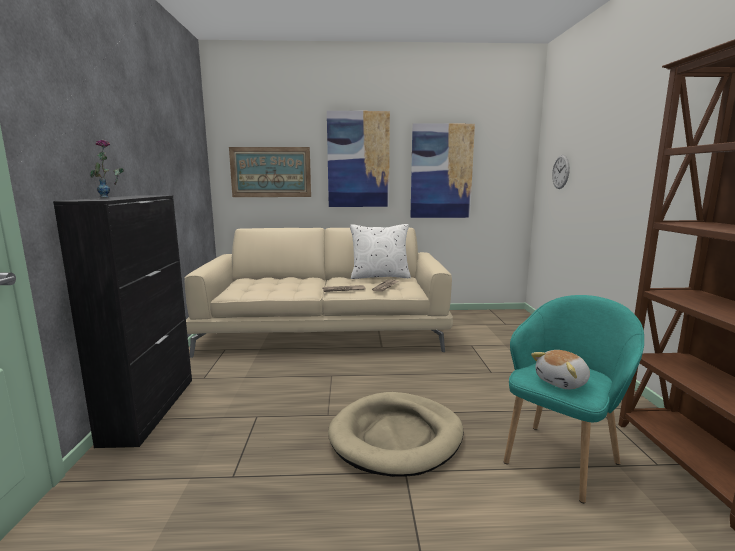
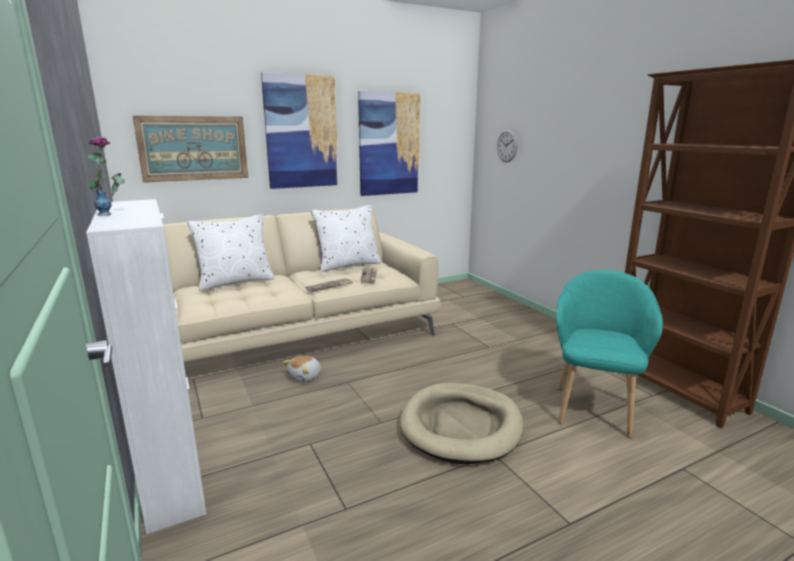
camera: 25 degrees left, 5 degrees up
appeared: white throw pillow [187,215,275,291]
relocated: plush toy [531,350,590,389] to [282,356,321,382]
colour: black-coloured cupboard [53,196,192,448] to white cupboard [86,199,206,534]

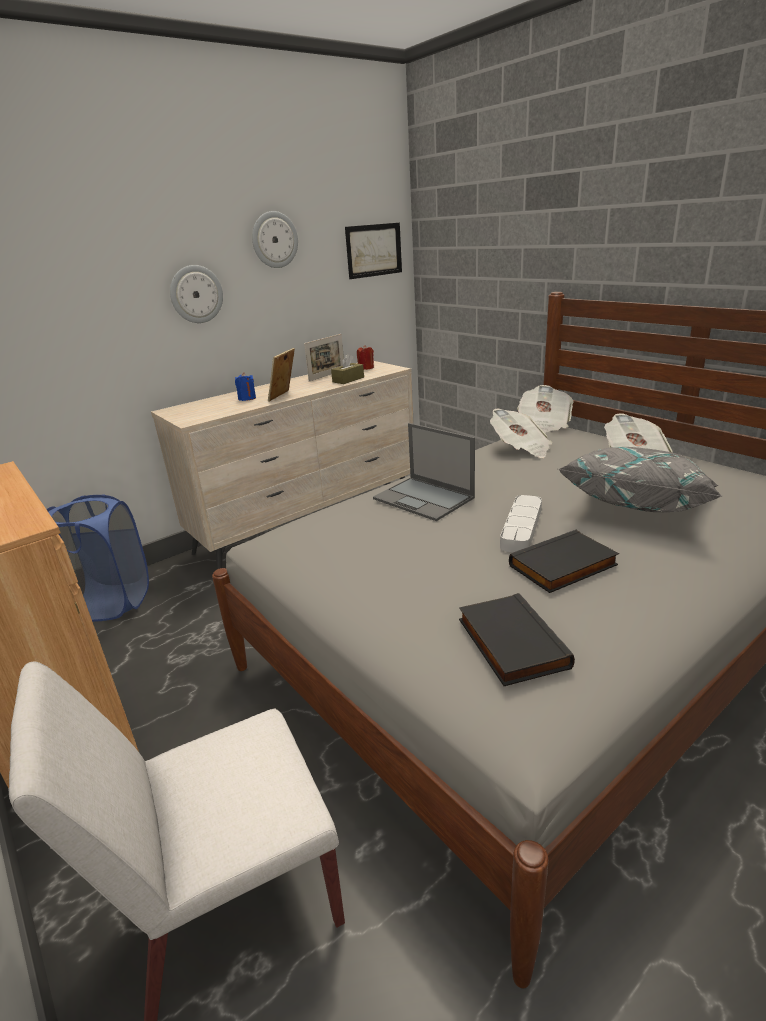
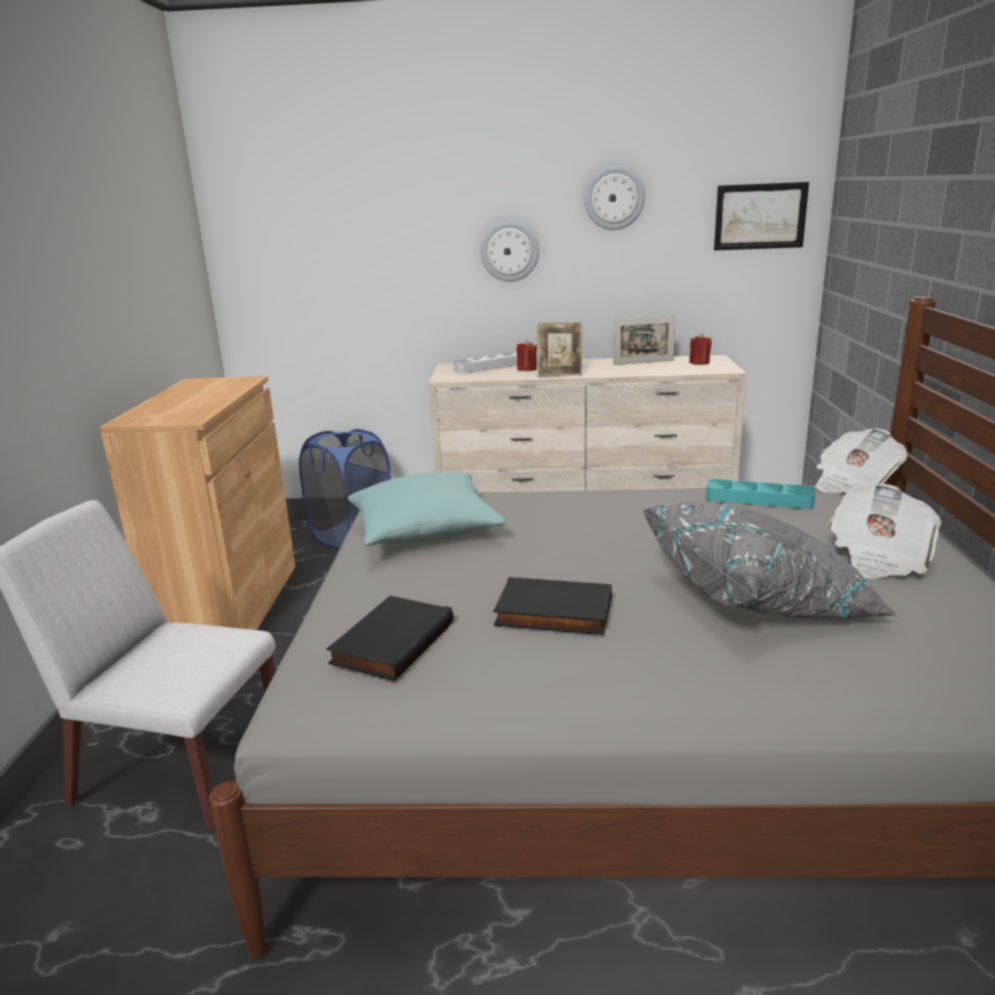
camera: 40 degrees right, 5 degrees down
missing: brown-coloured tissue box [331,354,364,384]; portable computer [373,423,475,521]
appeared: turquoise throw pillow [348,472,506,546]
relocated: gray tray [500,495,542,552] to [453,352,517,374]
exchanged: daily paper [490,408,552,458] to turquoise tray [706,479,816,509]
colour: blue wax candle [235,372,256,401] to reddish wax candle [517,340,537,371]
spun: standing frame [268,348,295,402] = [537,322,583,377] 150 degrees counterclockwise

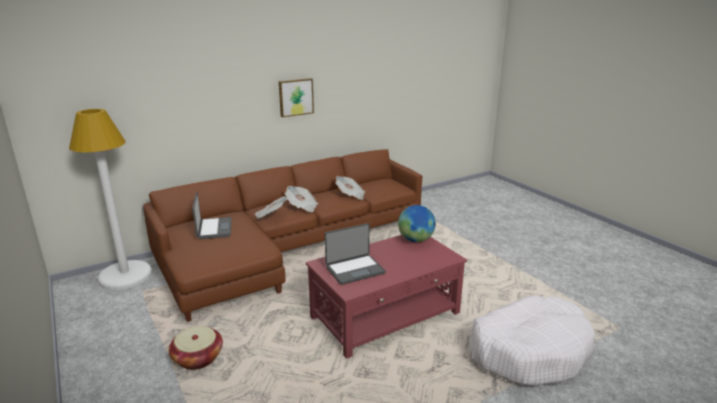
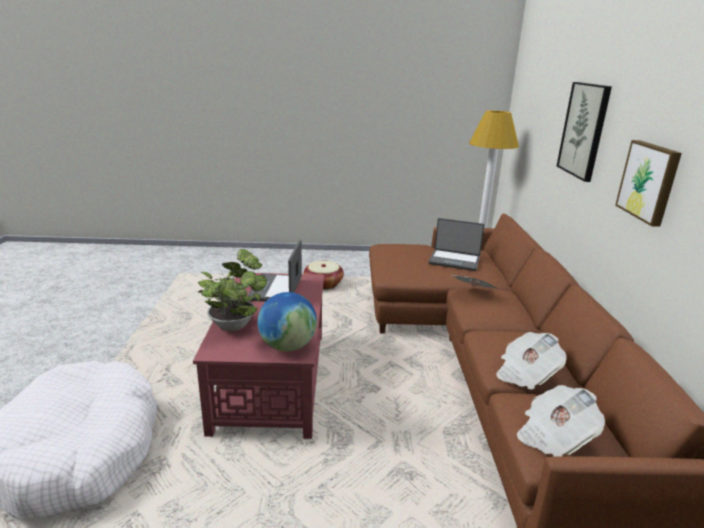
camera: 120 degrees right, 0 degrees up
appeared: picture [557,82,612,182]; plant in a pot [198,249,267,331]
relocated: daily paper [285,186,318,212] to [517,385,605,457]

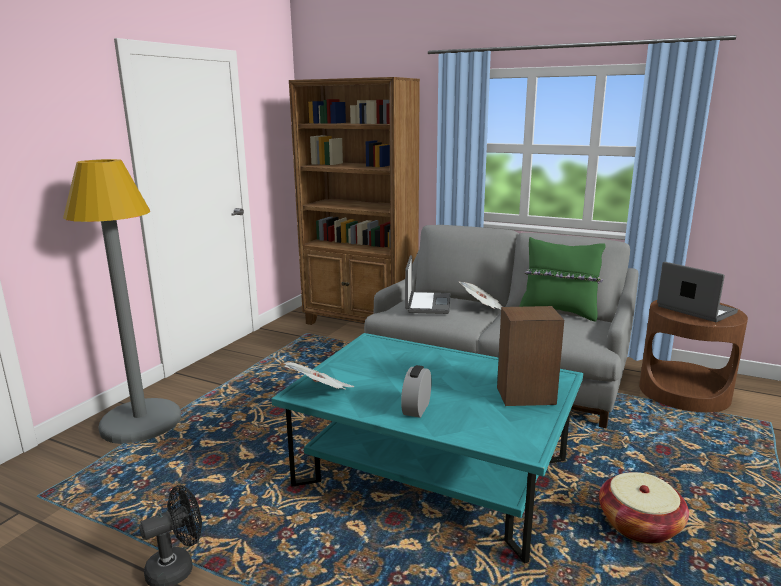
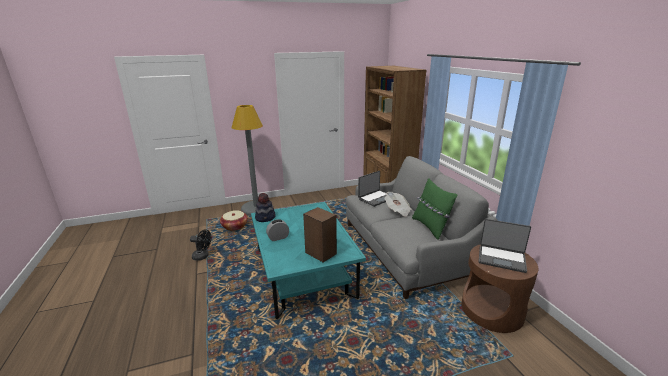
camera: 45 degrees right, 5 degrees up
relocated: household basket [599,472,689,544] to [220,210,248,231]
exchanged: daily paper [283,362,355,389] to hat [255,193,276,222]
spun: portable computer [657,262,738,322] = [479,219,531,273] 105 degrees clockwise

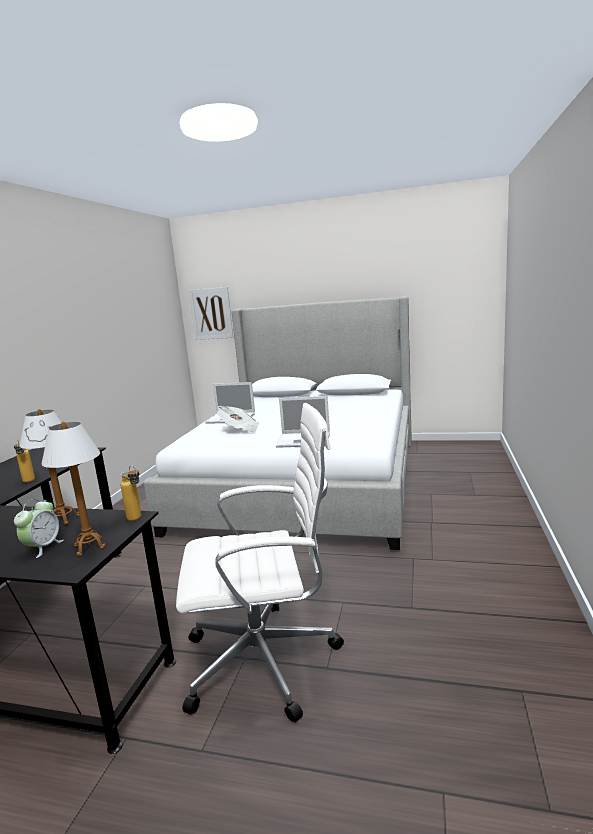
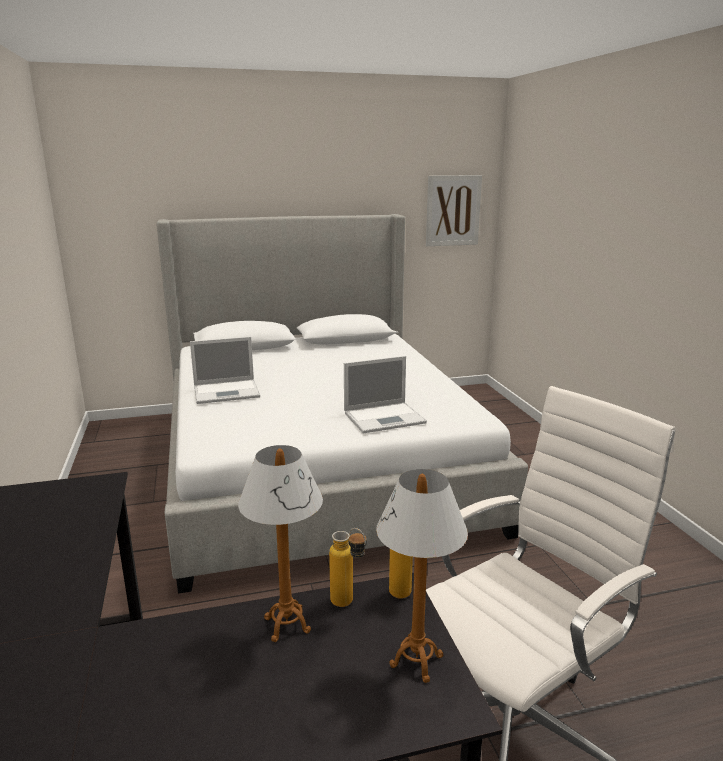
camera: 30 degrees left, 5 degrees up
missing: daily paper [217,406,259,432]; alarm clock [14,499,64,558]
relocated: picture [189,287,234,340] to [426,175,482,246]; drink bottle [14,439,35,482] to [329,528,366,607]

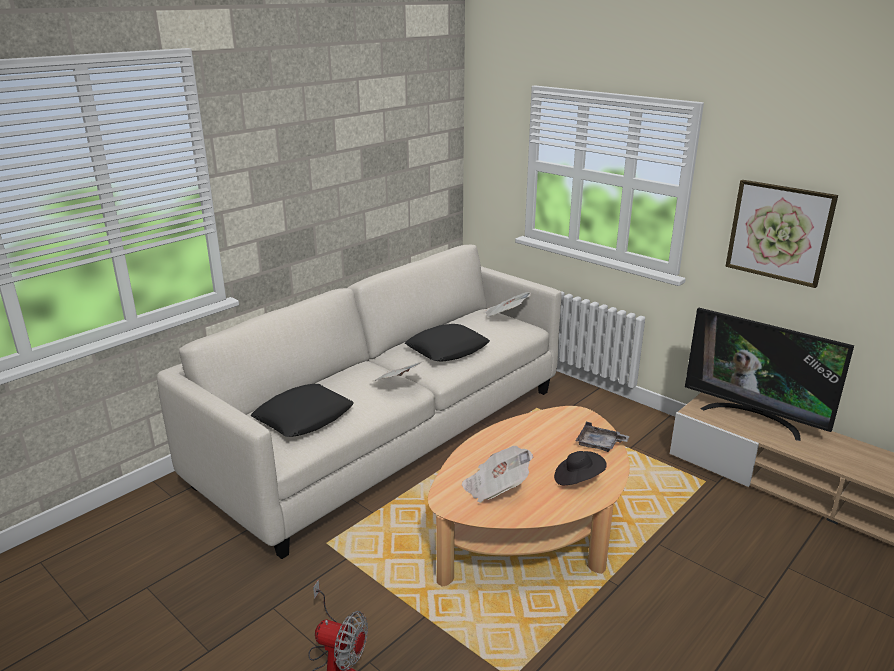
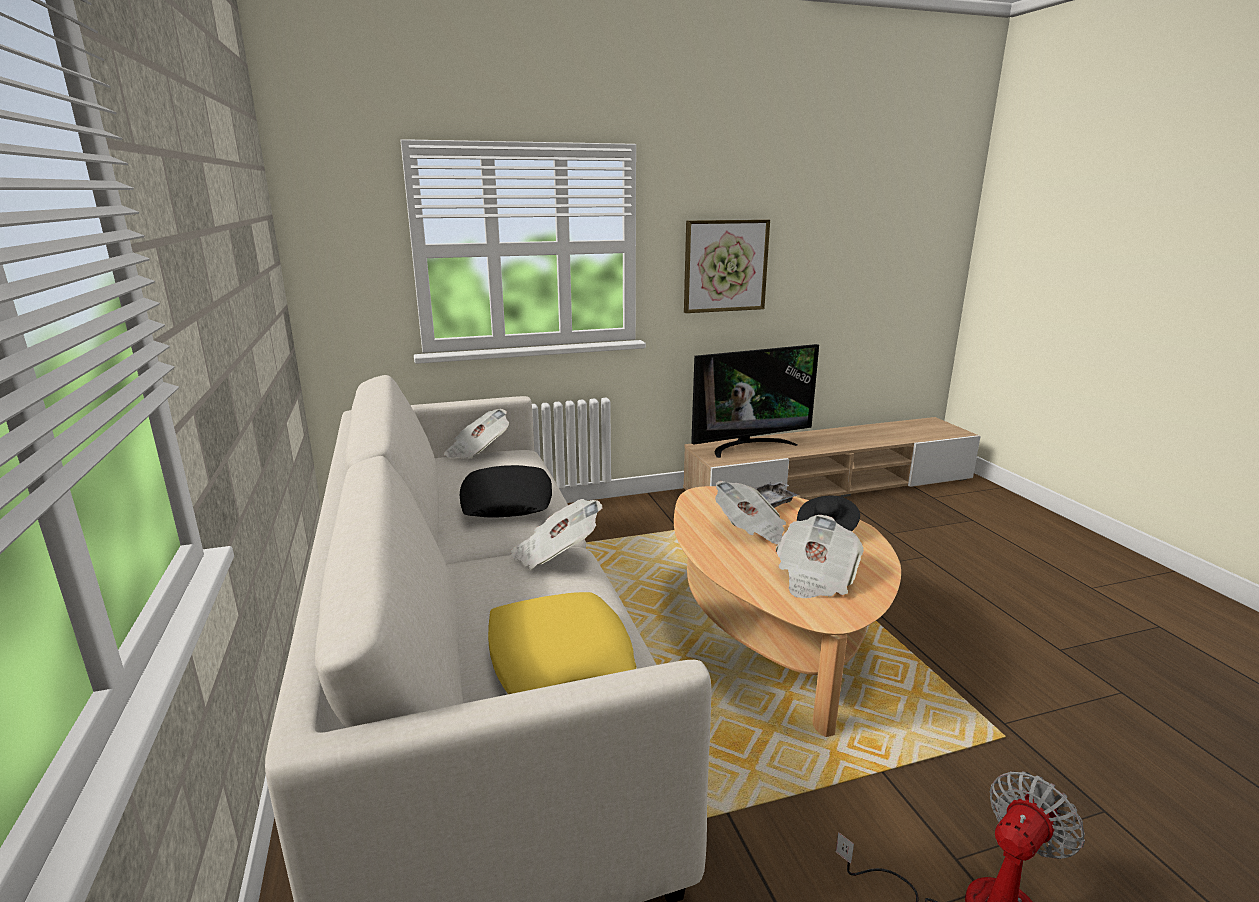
camera: 60 degrees left, 5 degrees down
appeared: daily paper [715,481,786,545]
colour: black-coloured throw pillow [251,384,354,437] to yellow-coloured throw pillow [488,592,637,694]

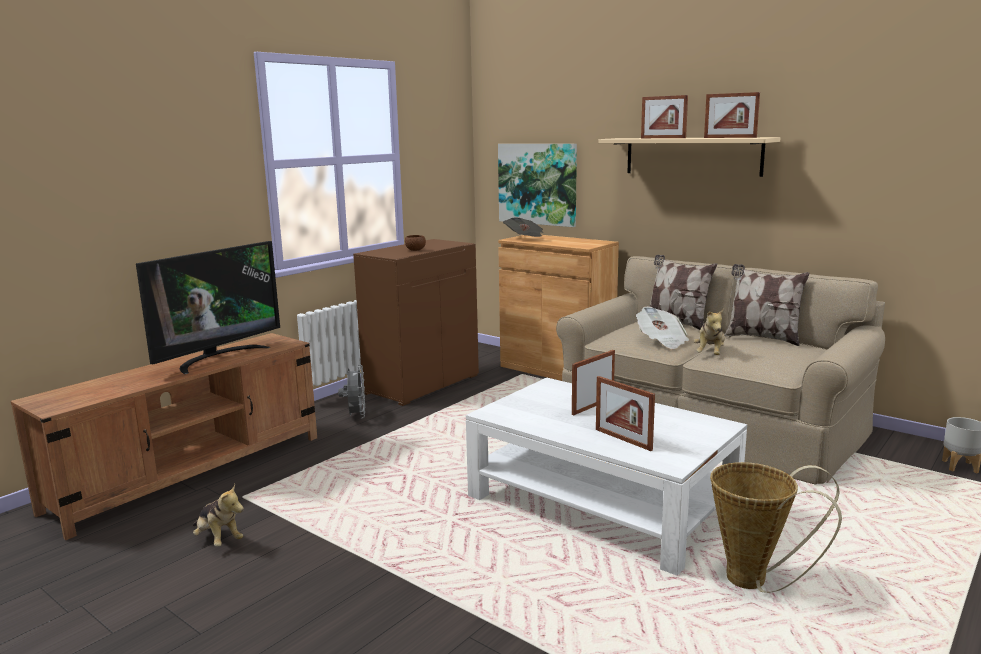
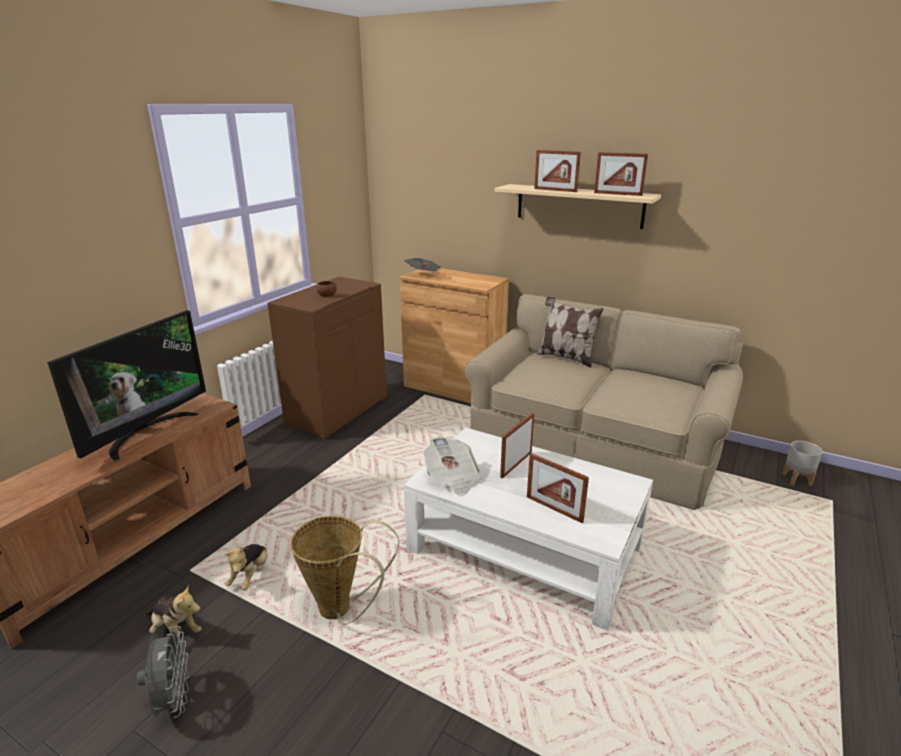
camera: 10 degrees left, 10 degrees up
missing: picture [498,144,577,227]; throw pillow [724,264,809,346]
relocated: daily paper [636,307,689,349] to [423,436,482,496]; plush toy [694,309,725,355] to [225,544,268,590]; gray fan [338,365,365,418] to [137,626,189,718]; household basket [710,462,842,593] to [290,516,399,625]

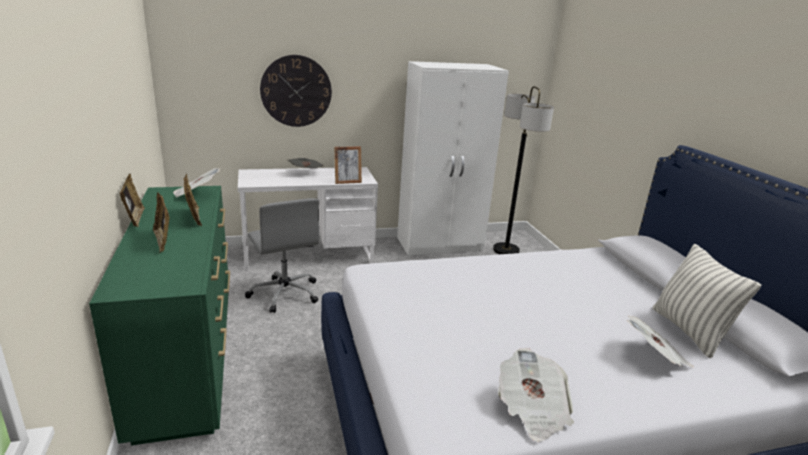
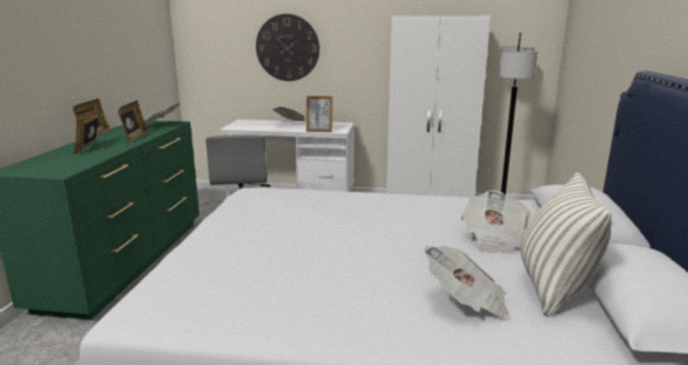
camera: 25 degrees right, 5 degrees down
relocated: daily paper [498,348,574,442] to [461,190,531,253]

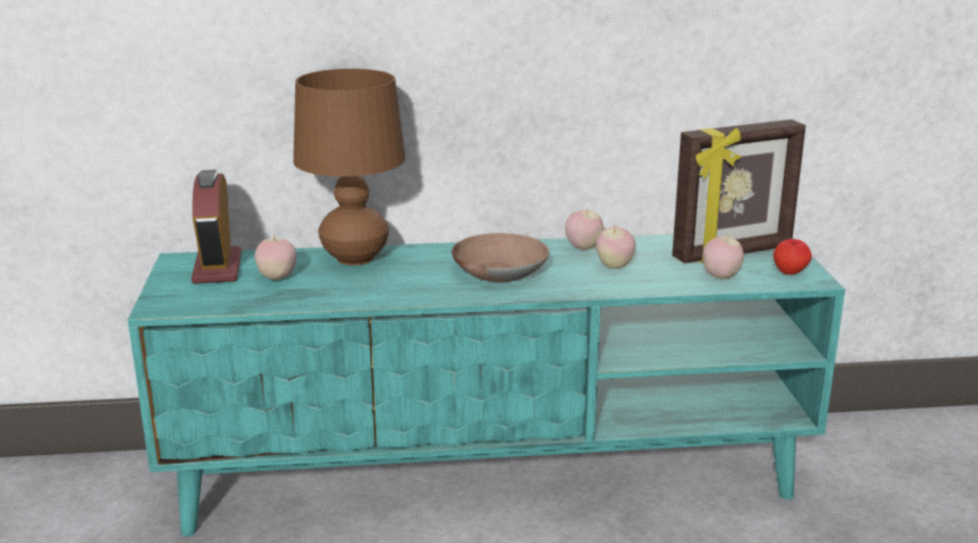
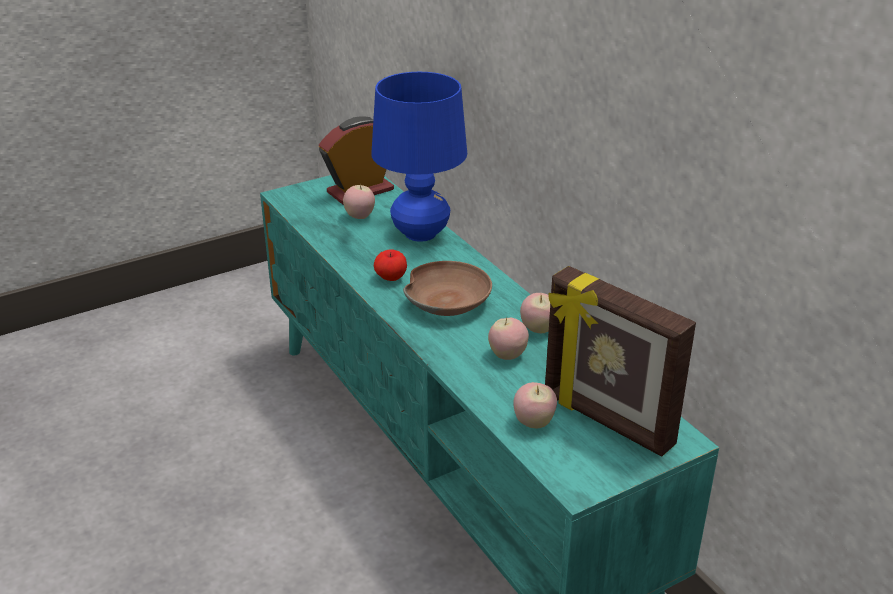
camera: 65 degrees right, 10 degrees up
relocated: apple [773,239,812,275] to [374,249,407,281]
colour: brown-coloured table lamp [293,69,406,265] to blue table lamp [371,72,467,242]

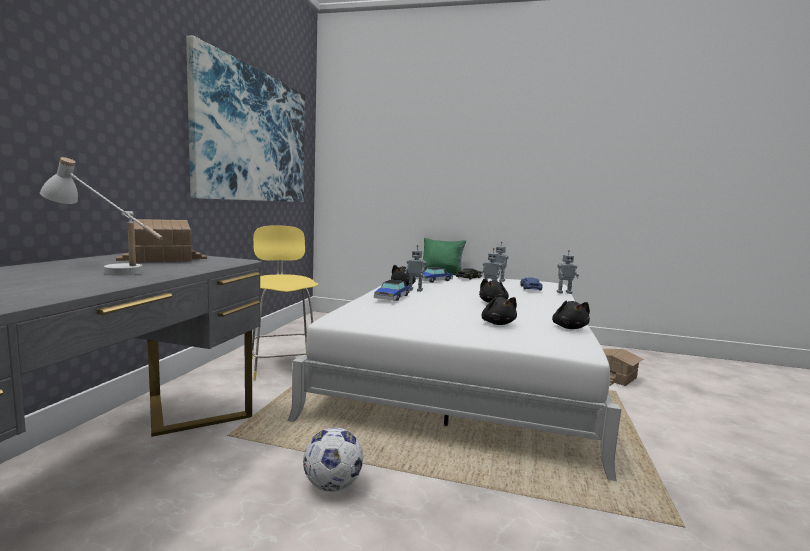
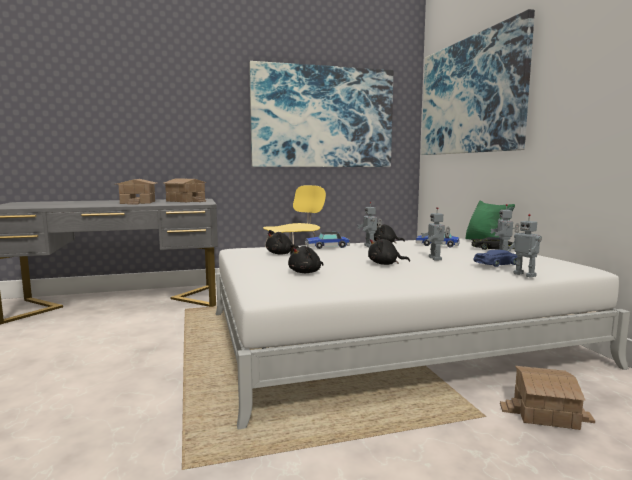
camera: 60 degrees right, 0 degrees up
missing: ball for football [303,428,363,492]
appeared: picture [421,9,535,155]
relocated: black-coloured plush toy [552,300,590,329] to [266,230,299,254]
exchanged: white table lamp [40,157,163,276] to toy house [117,179,157,205]

